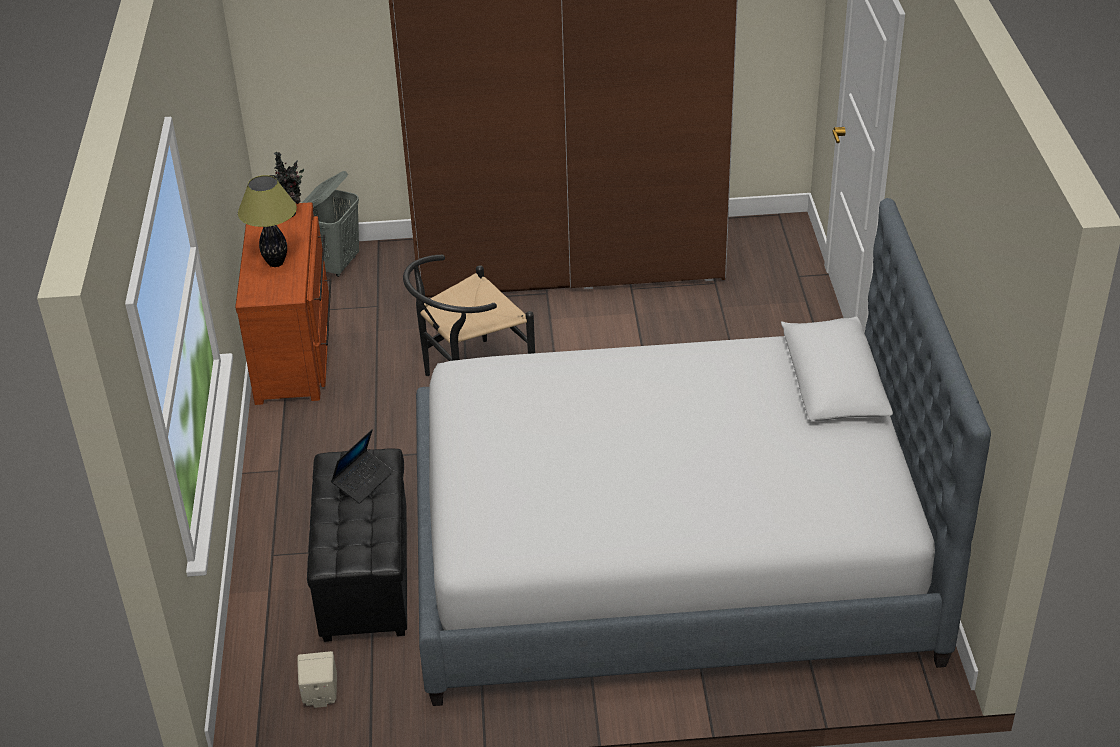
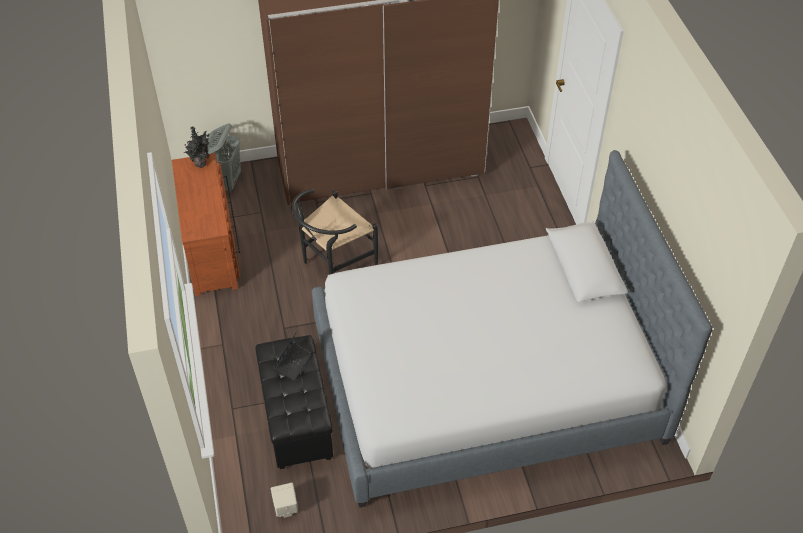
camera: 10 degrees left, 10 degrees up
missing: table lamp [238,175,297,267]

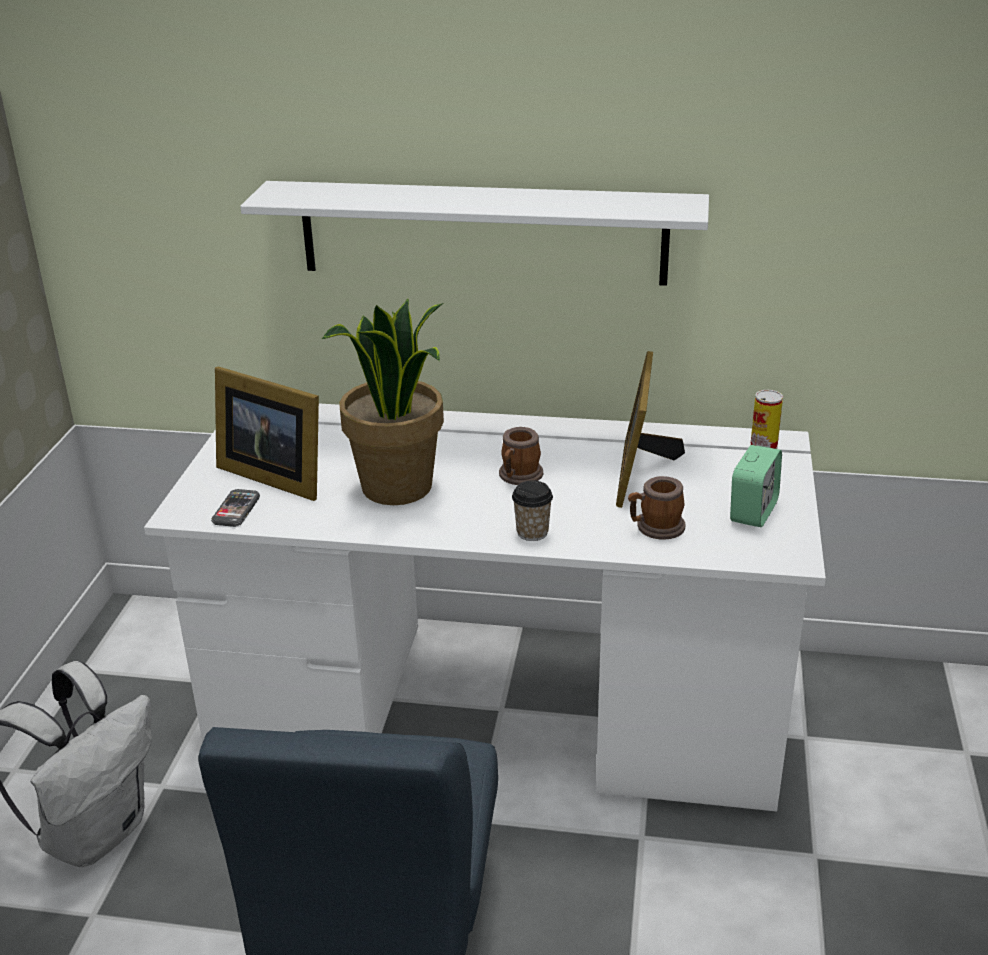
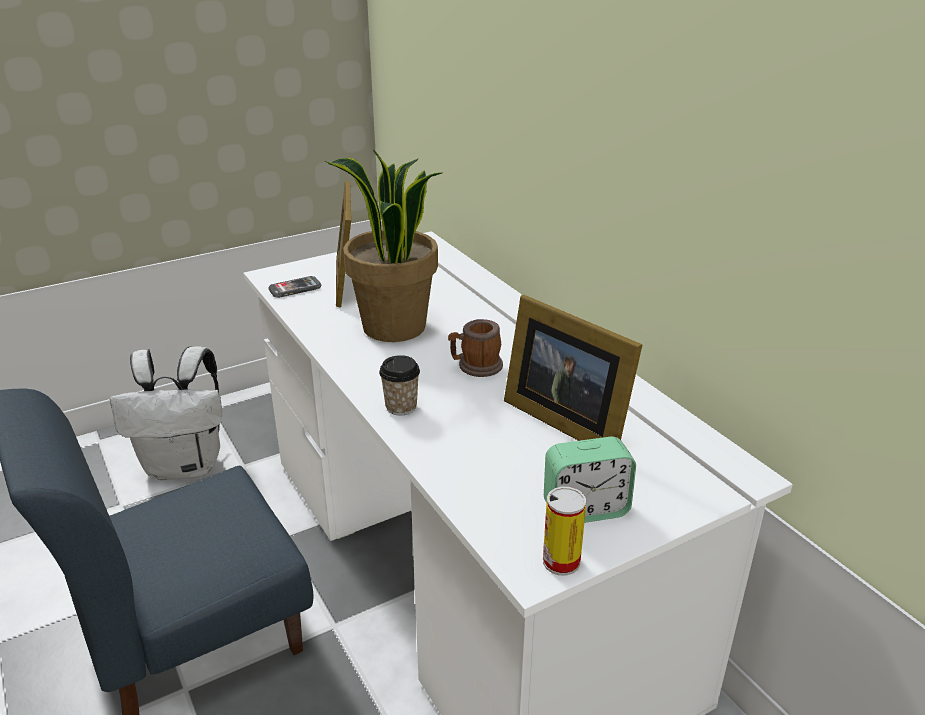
camera: 50 degrees right, 0 degrees up
missing: white bracket shelf [240,181,709,286]; mug [628,476,686,540]
relocated: sealed can [751,390,783,449] to [543,487,586,575]
spun: standing frame [616,351,685,508] = [504,295,643,441] 105 degrees counterclockwise

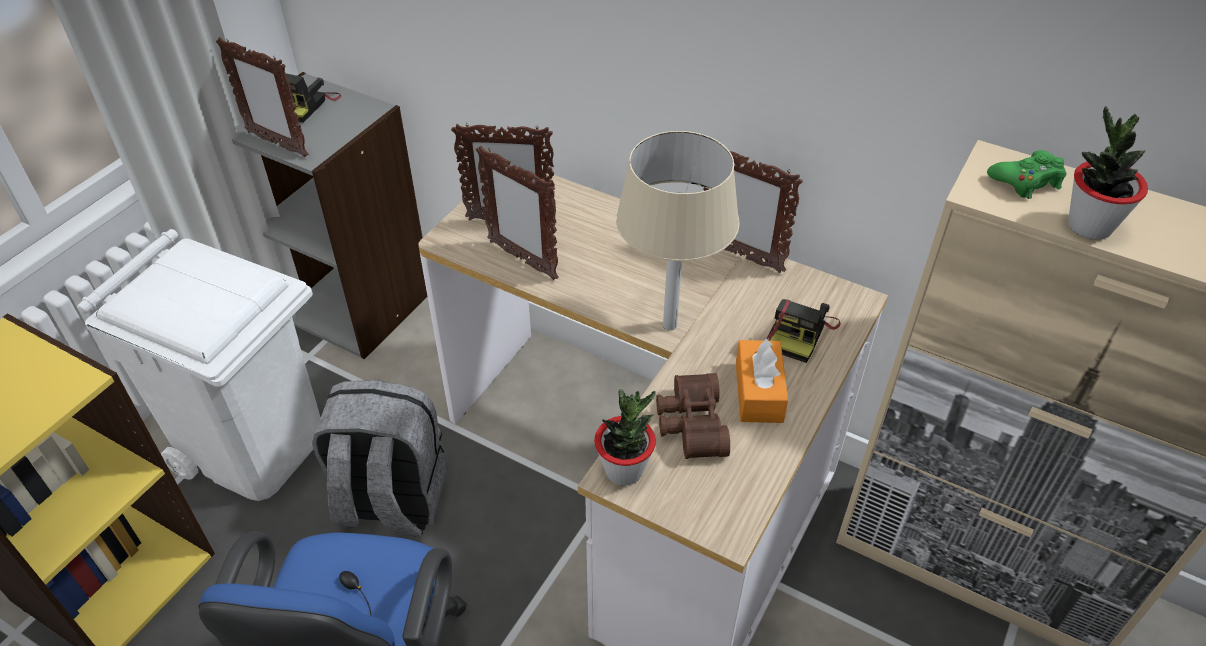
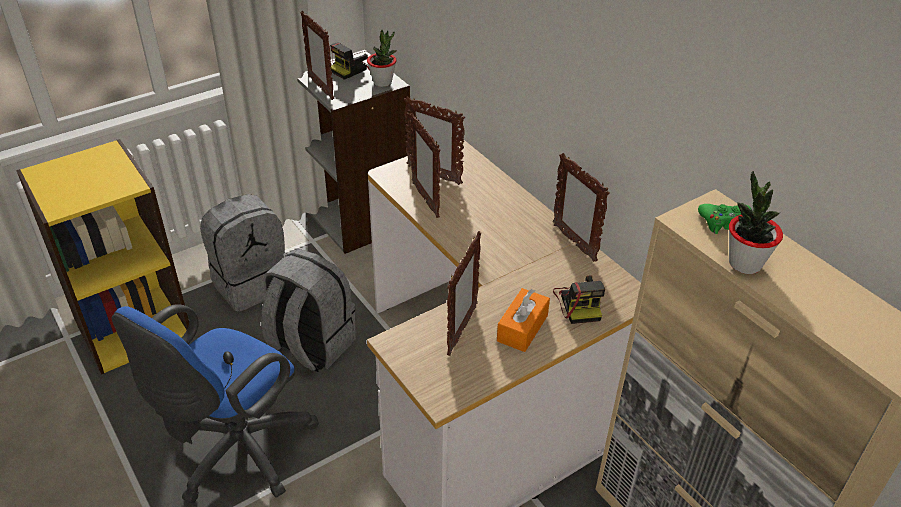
camera: 25 degrees right, 5 degrees down
missing: beige-coloured table lamp [616,131,740,330]
relocated: plant in a pot [594,389,656,486] to [367,29,397,87]
exchanged: white waste bin [77,229,321,501] to gray rucksack [200,194,287,312]; brown-coloured field glasses [656,373,730,459] to standing frame [447,231,481,356]
spun: still camera [767,299,841,363] = [553,275,605,324] 60 degrees counterclockwise

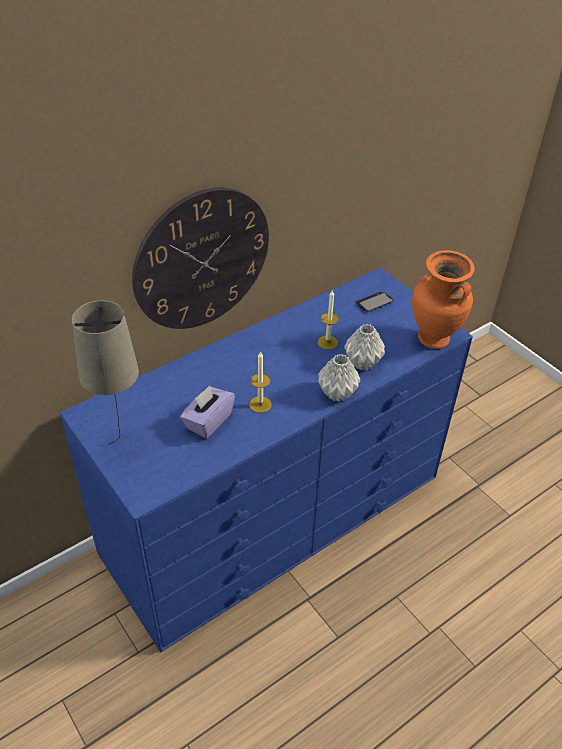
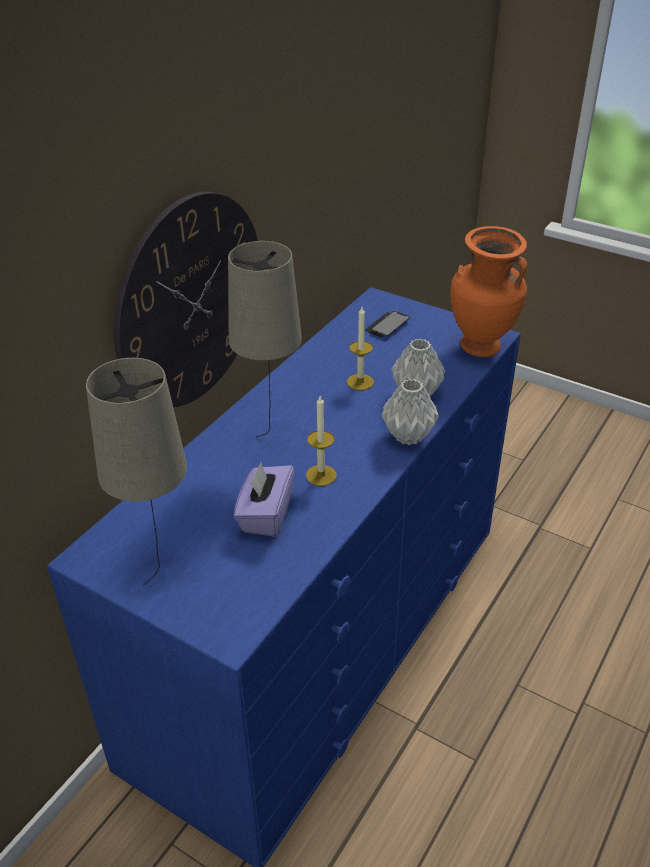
camera: 20 degrees left, 5 degrees down
appeared: beige-coloured table lamp [228,241,302,437]

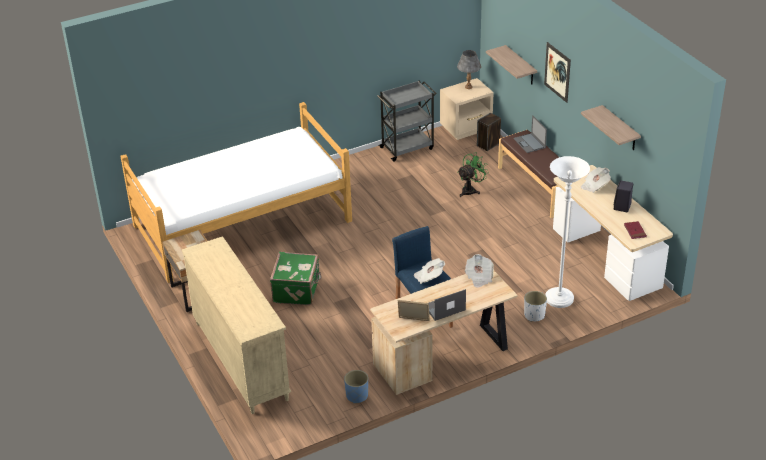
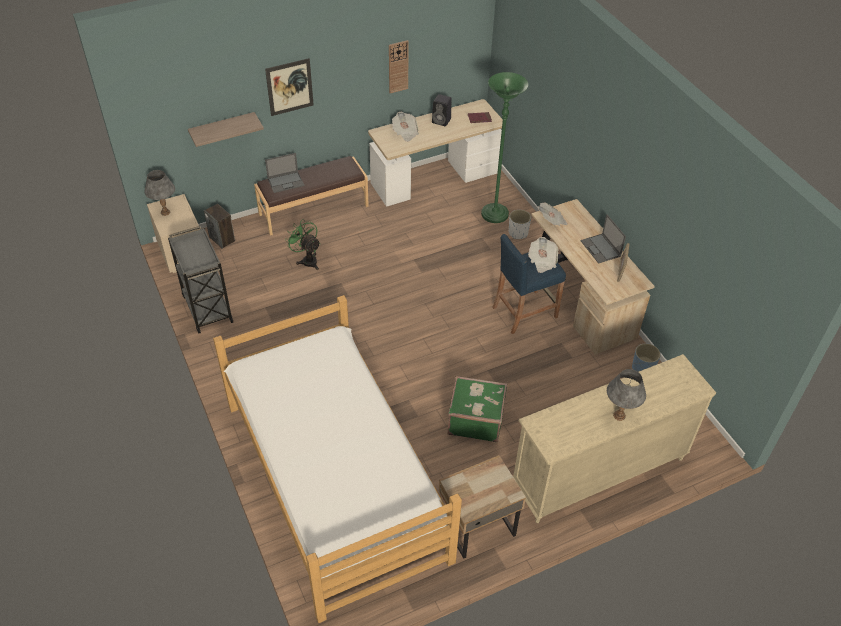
camera: 90 degrees left, 10 degrees up
appeared: gray table lamp [607,369,646,421]
exchanged: bracket shelf [581,105,641,150] to clock on the wall [389,40,409,93]
colour: white standard lamp [545,156,590,308] to green-coloured standard lamp [481,72,528,223]

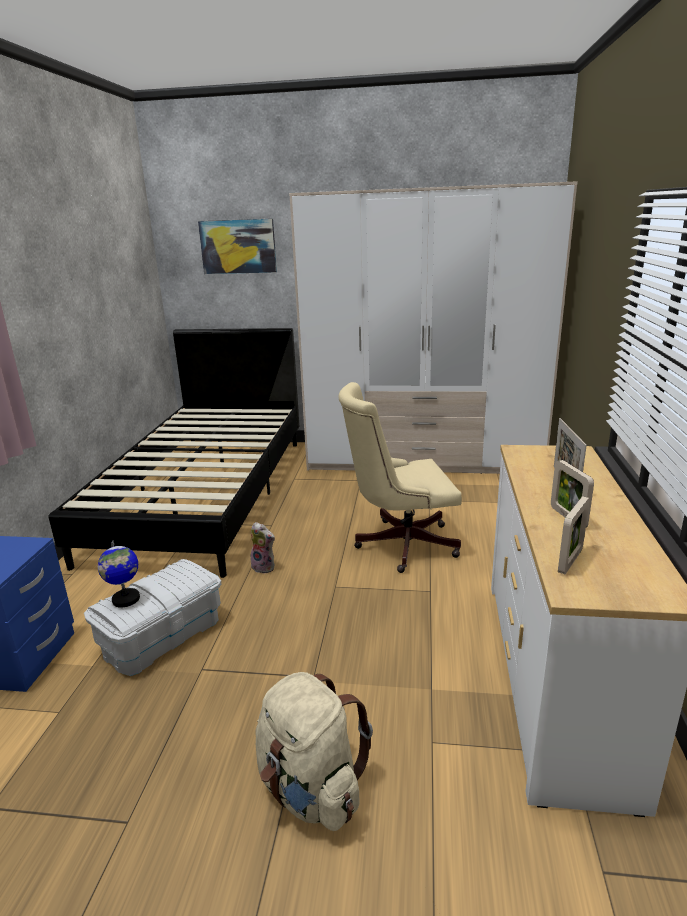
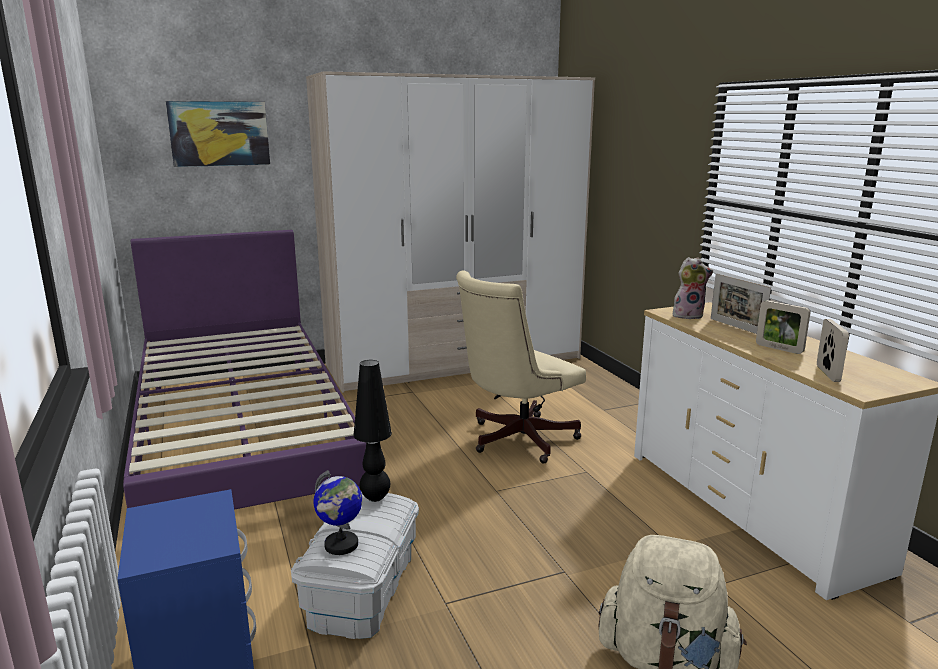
camera: 30 degrees left, 5 degrees down
appeared: black-coloured table lamp [353,360,392,502]
relocated: plush toy [251,522,275,574] to [673,257,713,319]
colour: black-coloured sleeping bed [48,328,299,578] to purple-coloured sleeping bed [123,230,366,510]

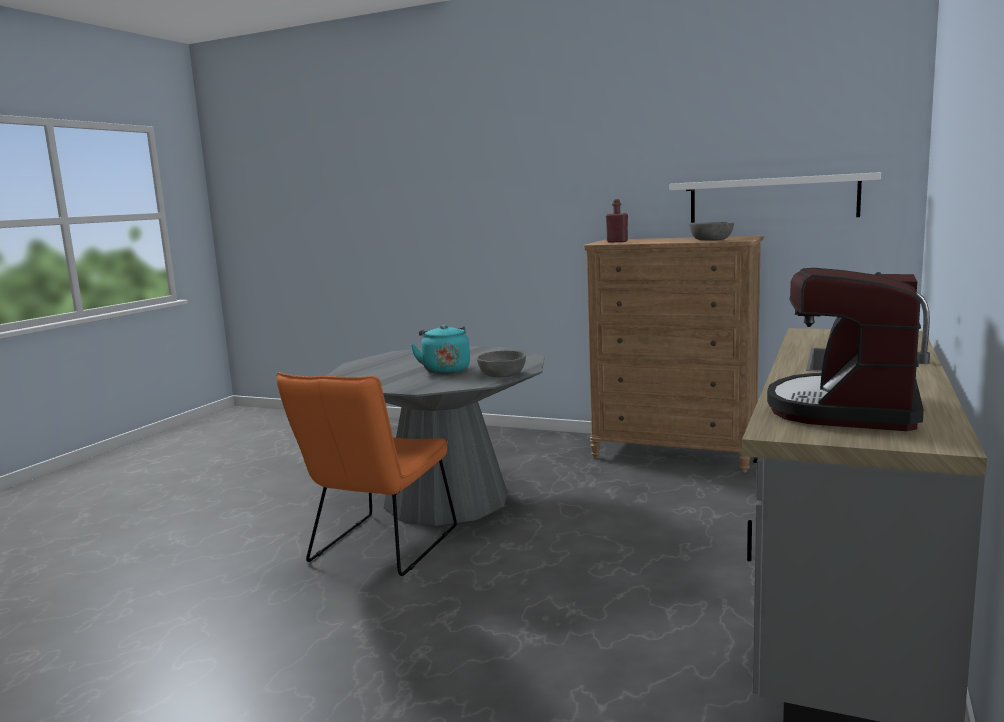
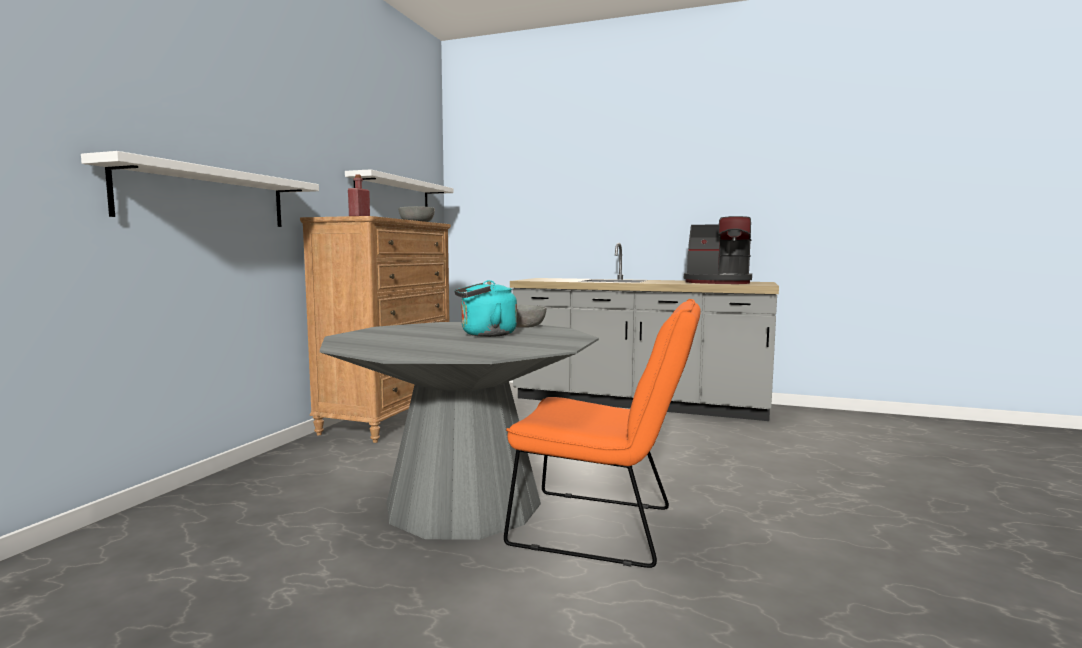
camera: 95 degrees left, 5 degrees down
appeared: white bracket shelf [81,151,319,227]

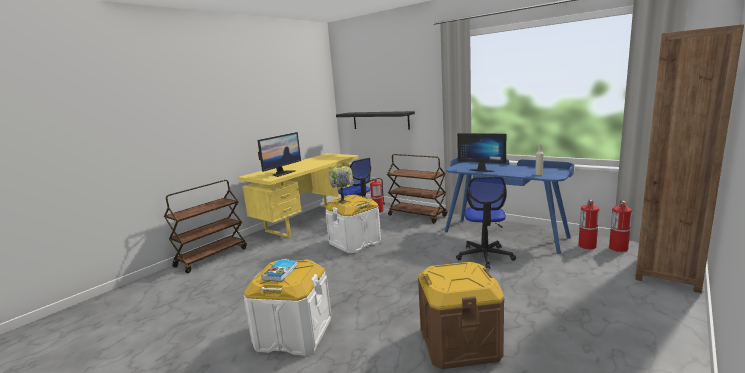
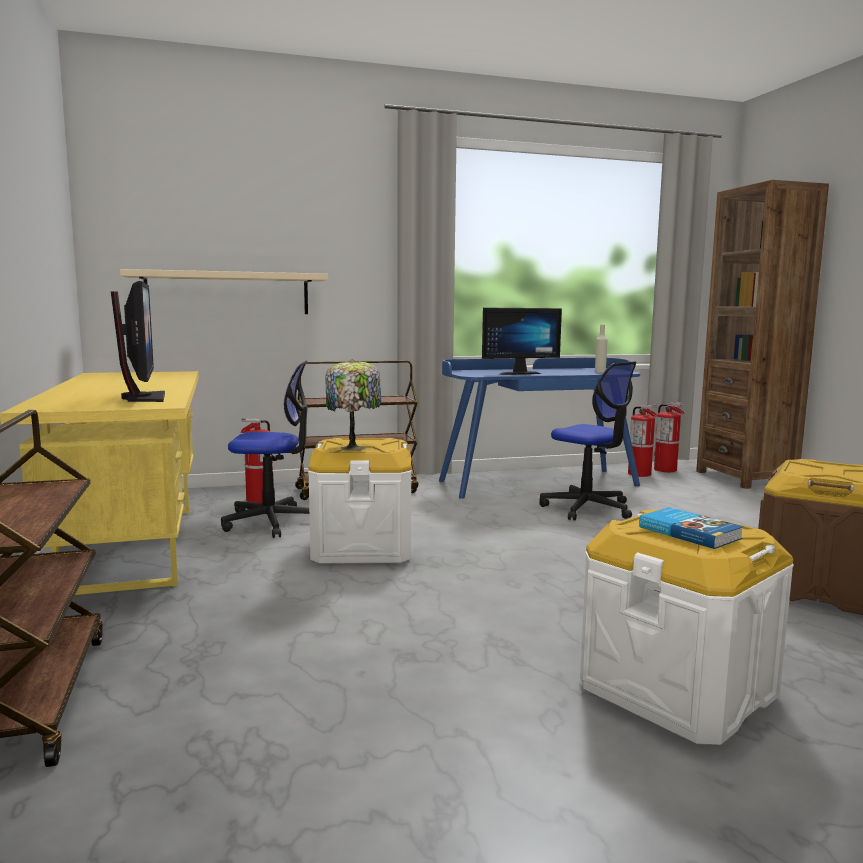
camera: 55 degrees left, 5 degrees down
colour: black-coloured bracket shelf [336,111,415,130] to beige-coloured bracket shelf [120,269,328,314]

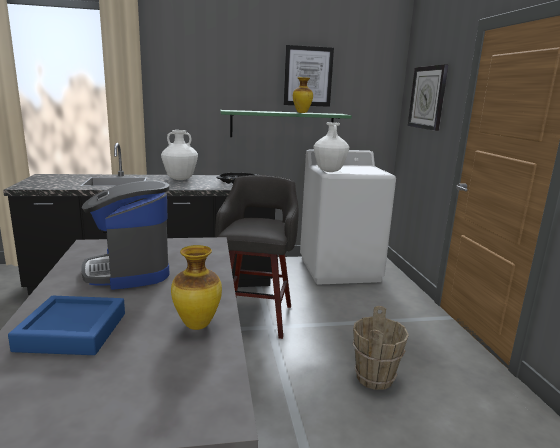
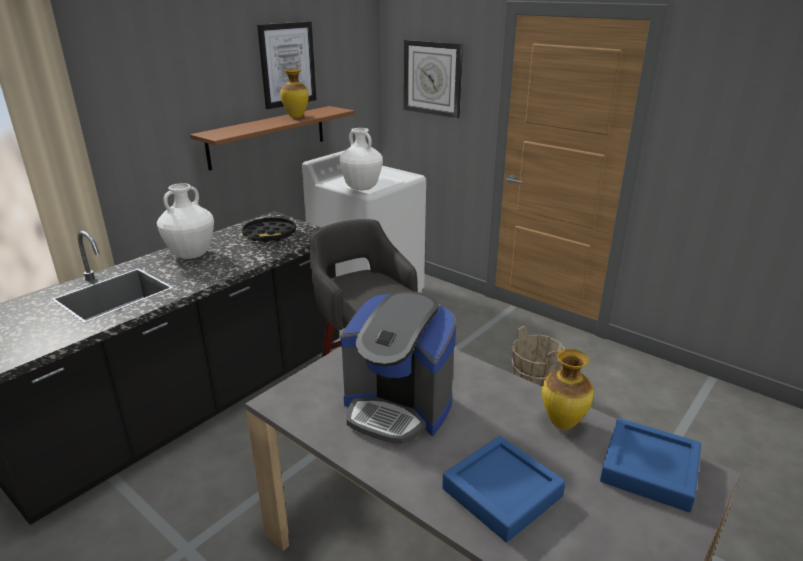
camera: 40 degrees left, 10 degrees up
appeared: blue tray [600,418,701,512]
colour: green-coloured bracket shelf [220,110,352,137] to brown-coloured bracket shelf [190,106,355,171]

